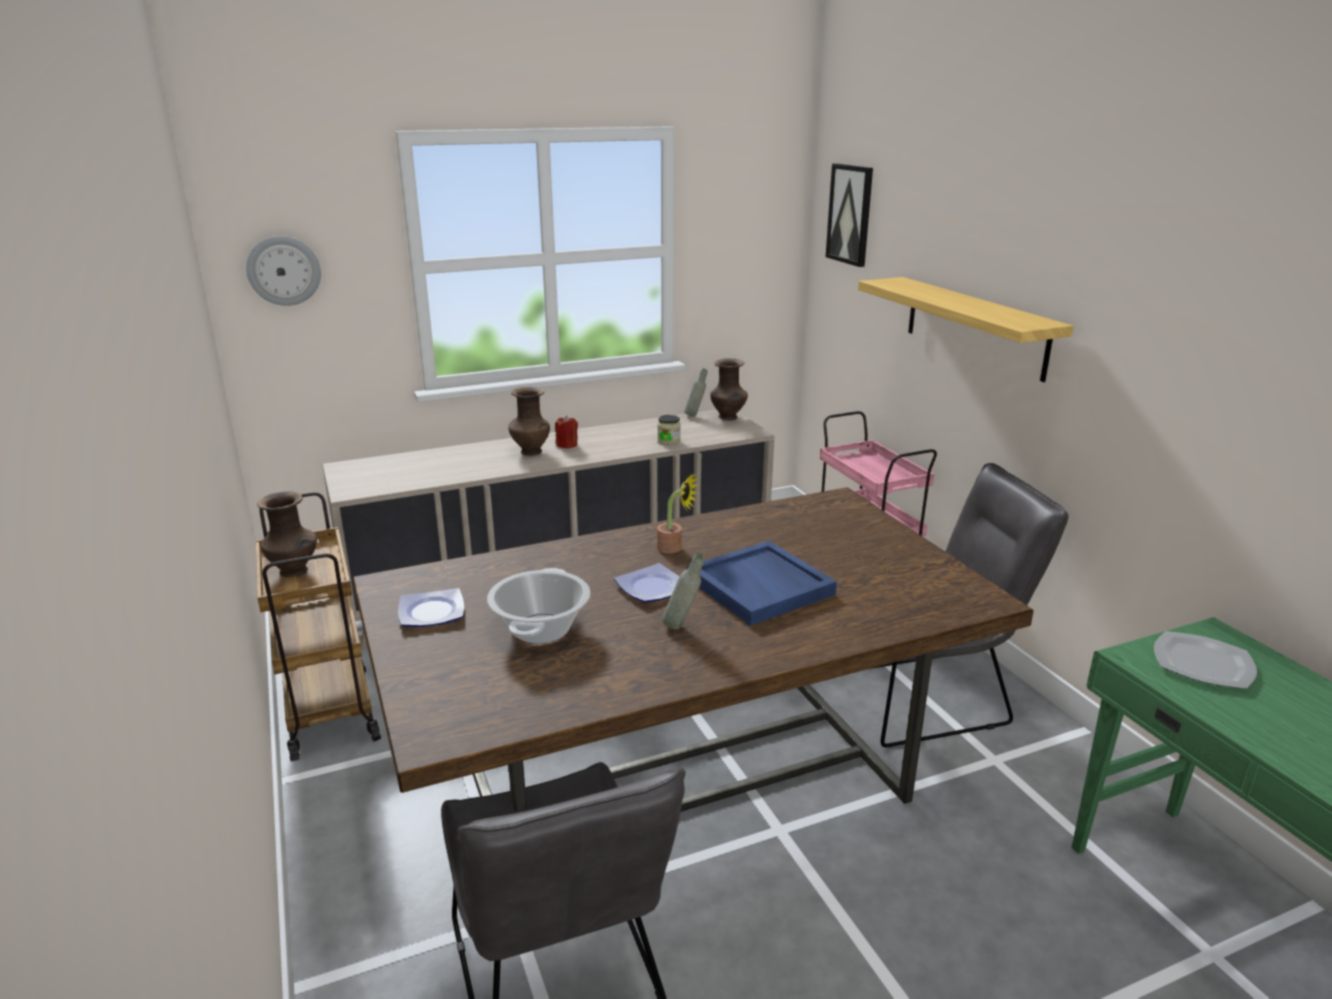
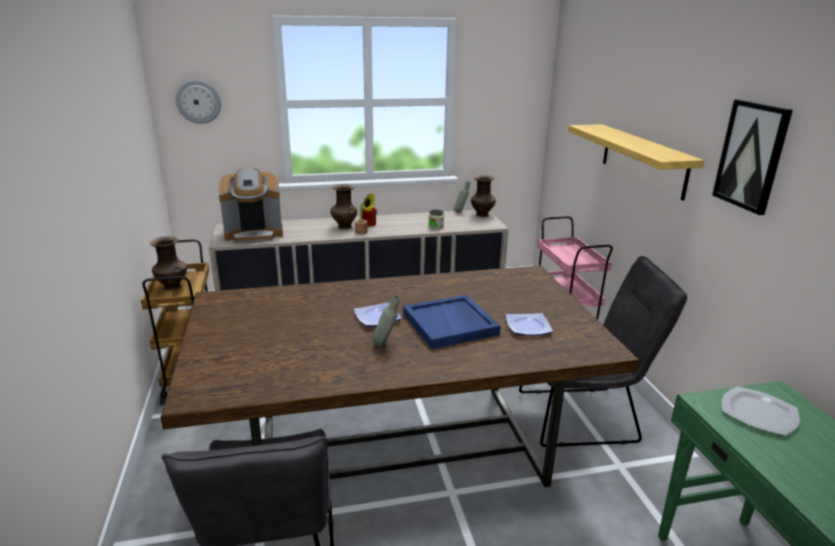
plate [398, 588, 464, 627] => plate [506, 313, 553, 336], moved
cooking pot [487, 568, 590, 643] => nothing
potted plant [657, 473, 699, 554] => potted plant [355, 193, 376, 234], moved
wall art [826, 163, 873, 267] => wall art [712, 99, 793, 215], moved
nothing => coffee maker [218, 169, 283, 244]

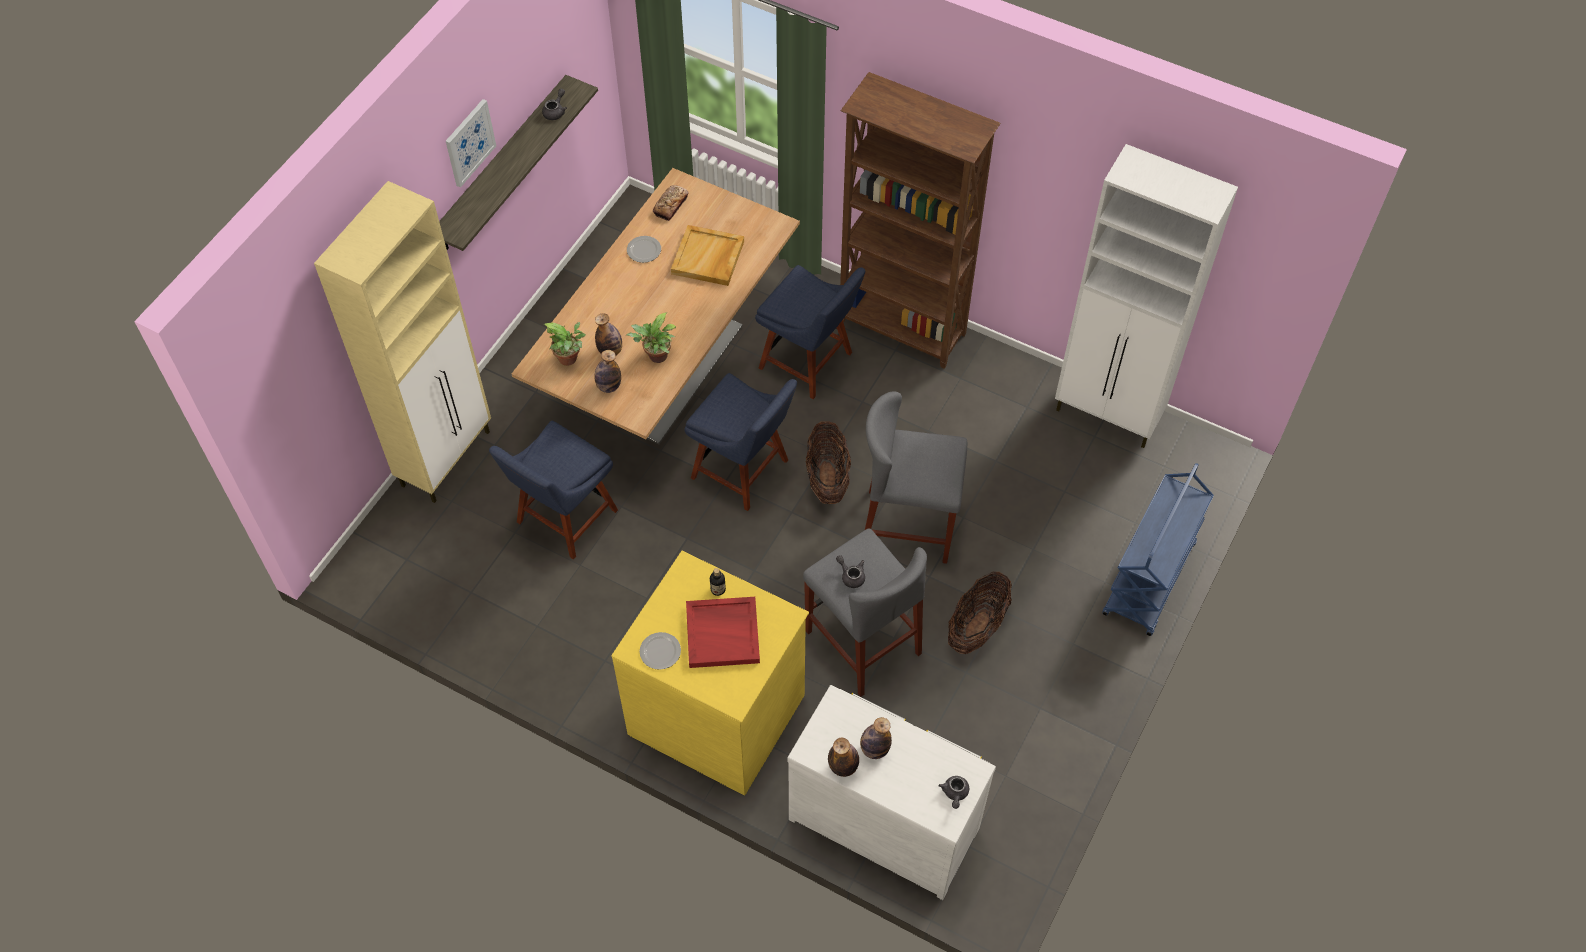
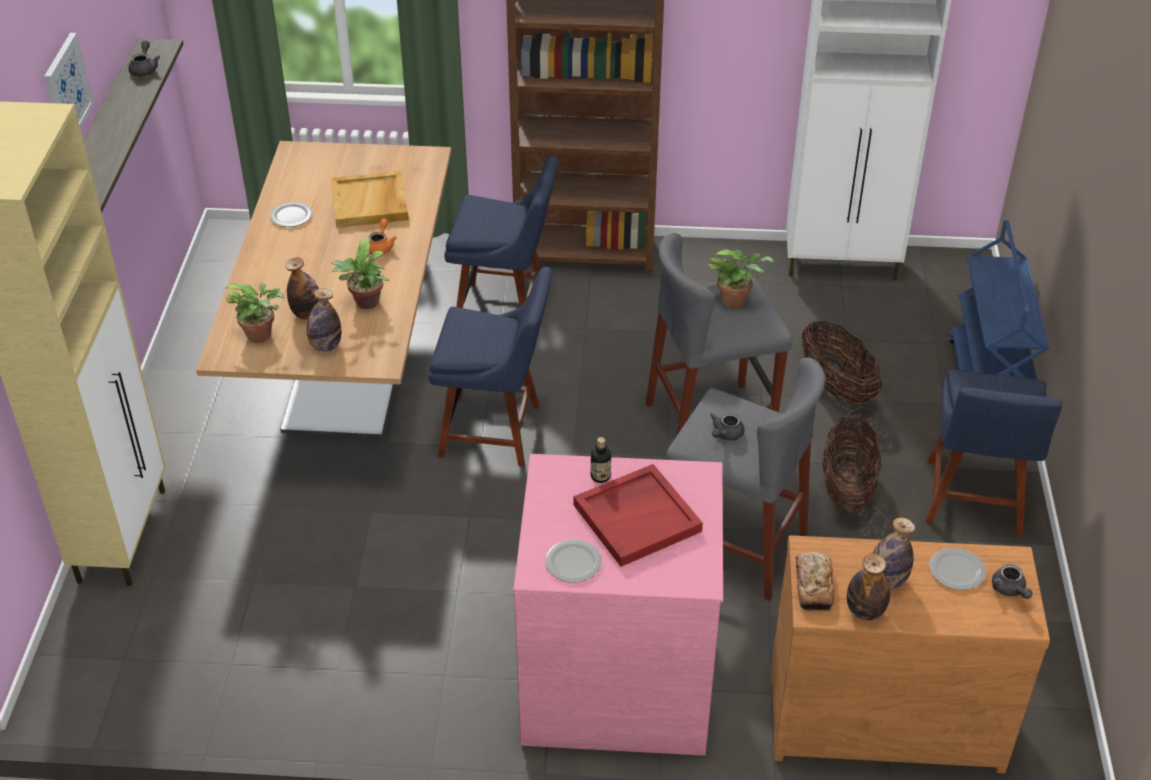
blue-coloured upright chair [489, 421, 618, 560] => blue-coloured upright chair [926, 370, 1063, 537], moved
yellow-coloured chest of drawers [611, 551, 809, 796] => pink-coloured chest of drawers [513, 454, 723, 756]
bakery bread [653, 185, 689, 221] => bakery bread [796, 552, 834, 611], moved
whitish chest of drawers [788, 685, 996, 900] => brown chest of drawers [771, 535, 1050, 773]
storage basket [806, 421, 851, 504] => storage basket [802, 320, 882, 405], moved
gray teapot [836, 555, 865, 588] => gray teapot [710, 413, 745, 441], 75 degrees counterclockwise
nothing => orange-coloured teapot [369, 219, 397, 254]
nothing => potted plant [708, 249, 774, 308]
nothing => plate [929, 548, 986, 590]

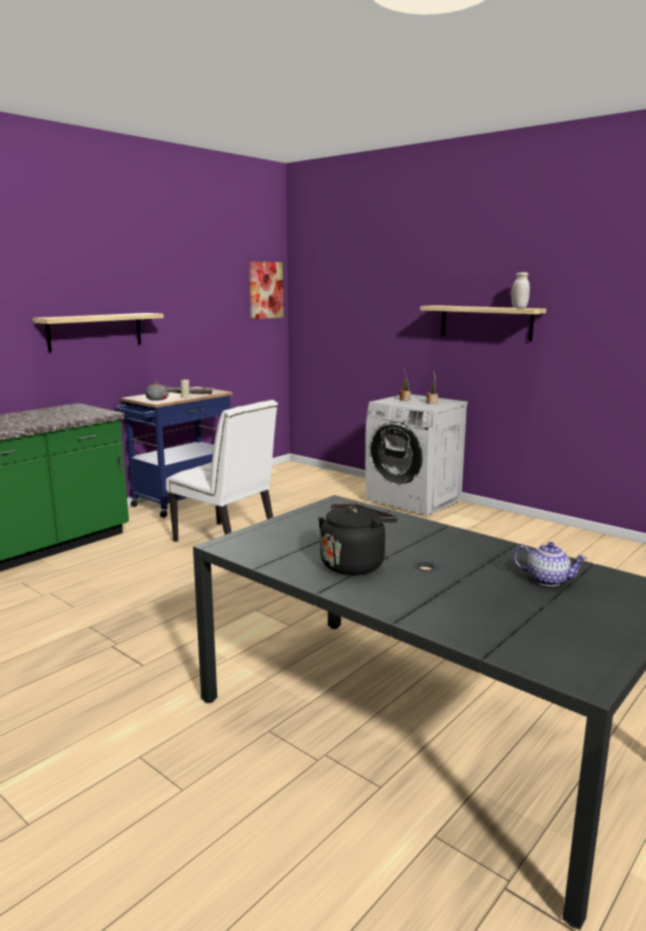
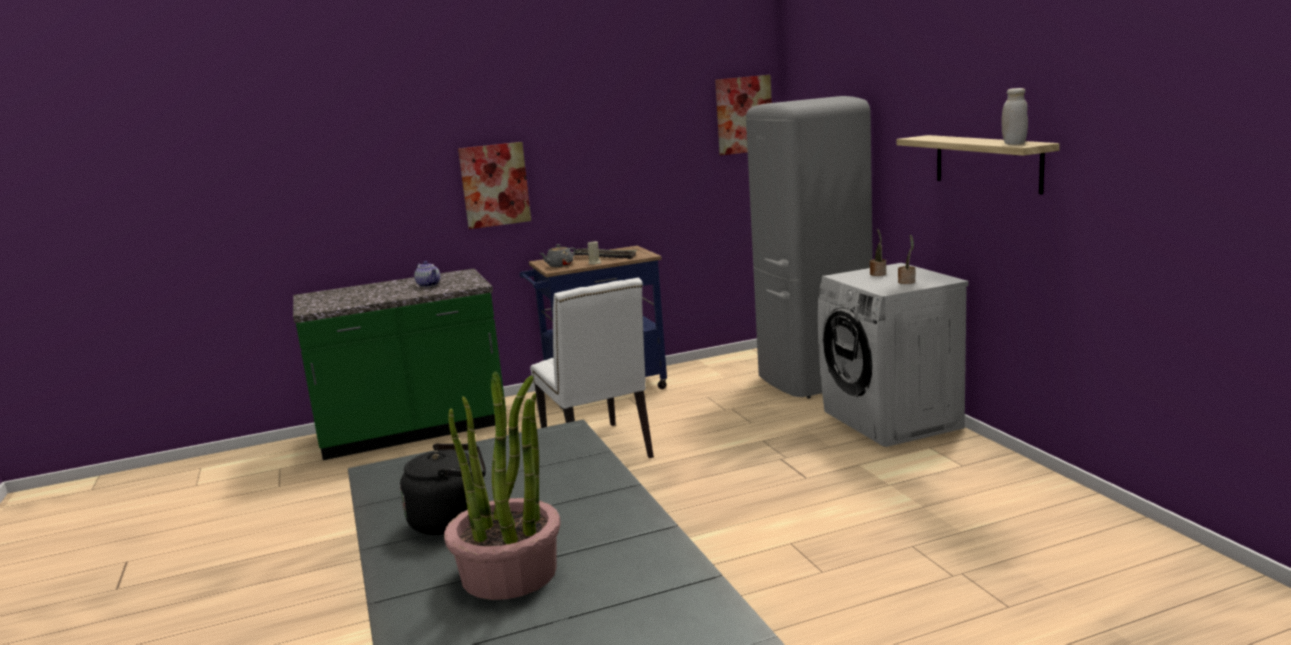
wall shelf [33, 313, 164, 352] => wall art [458, 142, 531, 229]
teapot [513, 542, 588, 586] => teapot [414, 261, 440, 287], moved
nothing => potted plant [444, 371, 560, 600]
nothing => gray fridge [746, 96, 873, 399]

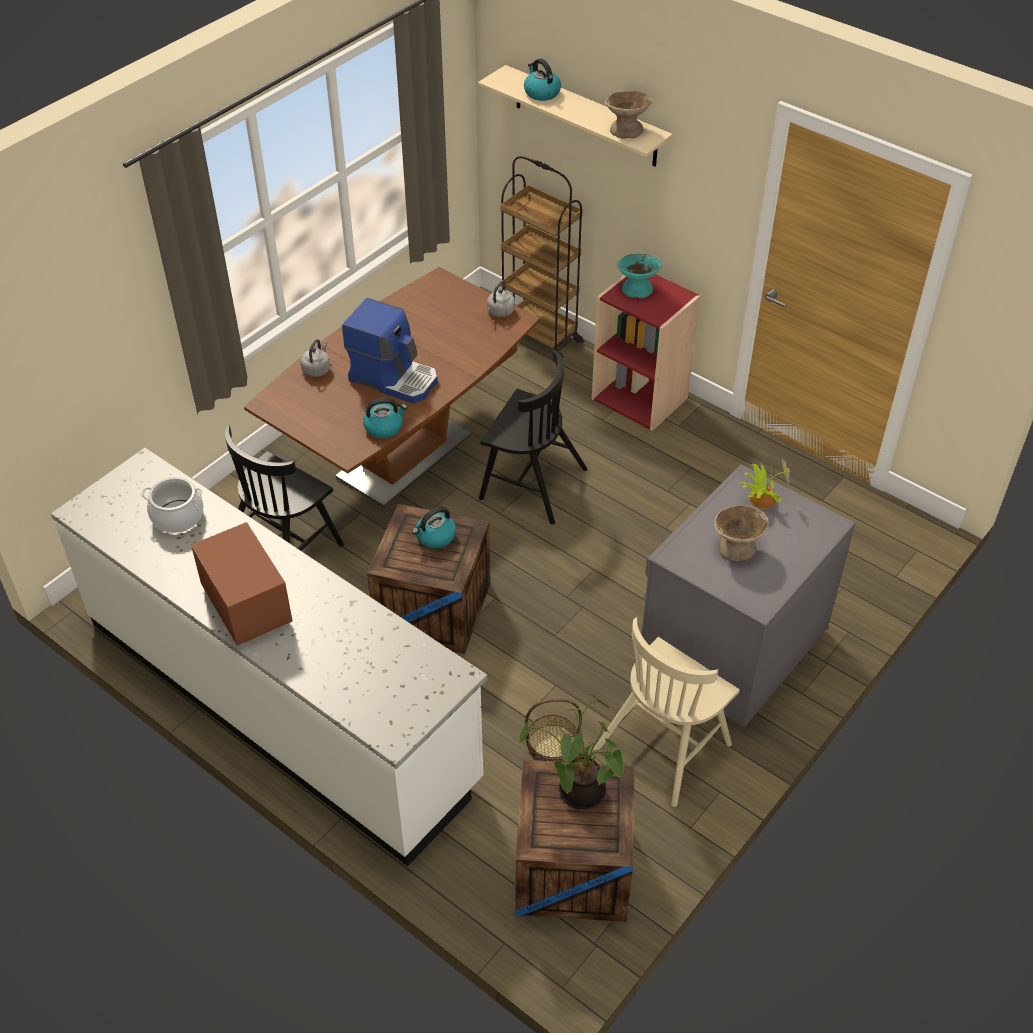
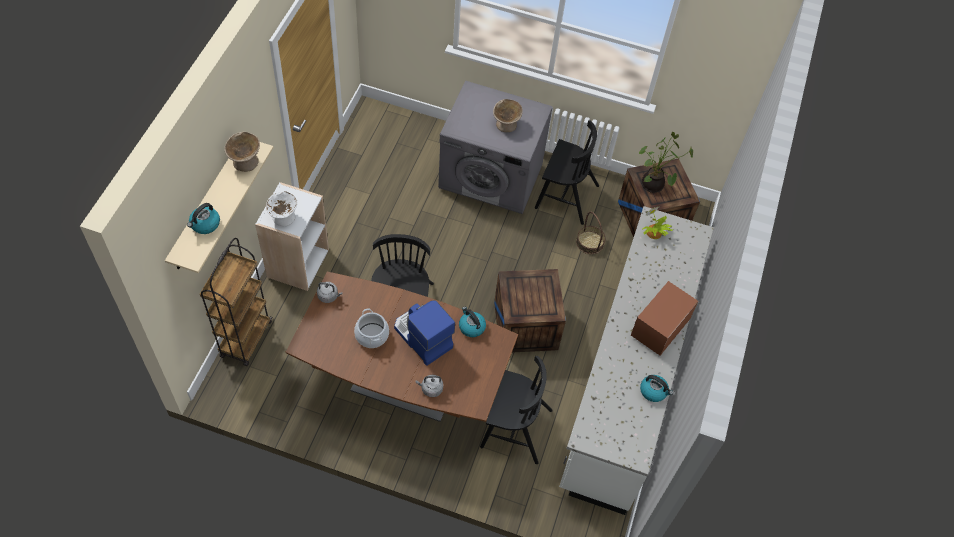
cooking pot [141, 477, 203, 533] => cooking pot [354, 308, 389, 348], moved
coffee maker [342, 298, 438, 403] => coffee maker [394, 300, 455, 366], 45 degrees counterclockwise
tea kettle [412, 507, 456, 549] => tea kettle [640, 375, 673, 402], moved
reddish shelving unit [592, 274, 701, 431] => whitish shelving unit [255, 182, 329, 291]
sand-coloured upright chair [594, 617, 740, 807] => black upright chair [535, 120, 599, 225]
turquoise serving bowl [617, 254, 662, 298] => whitish serving bowl [266, 191, 298, 226]
potted plant [740, 458, 790, 509] => potted plant [642, 206, 673, 239], moved

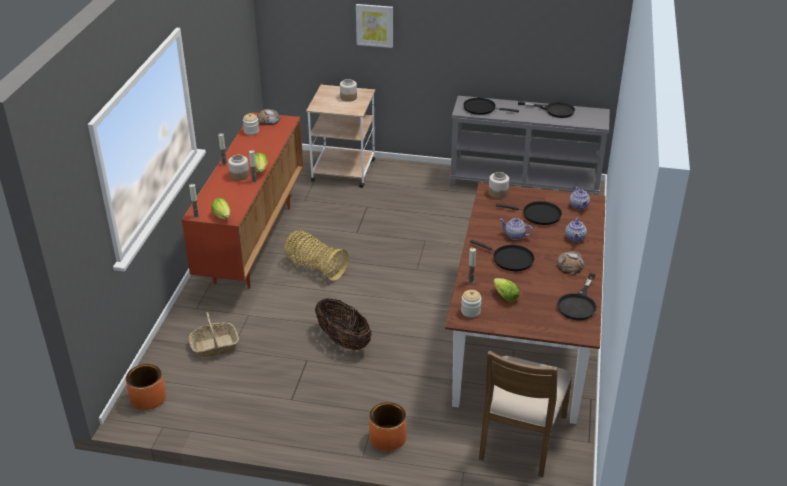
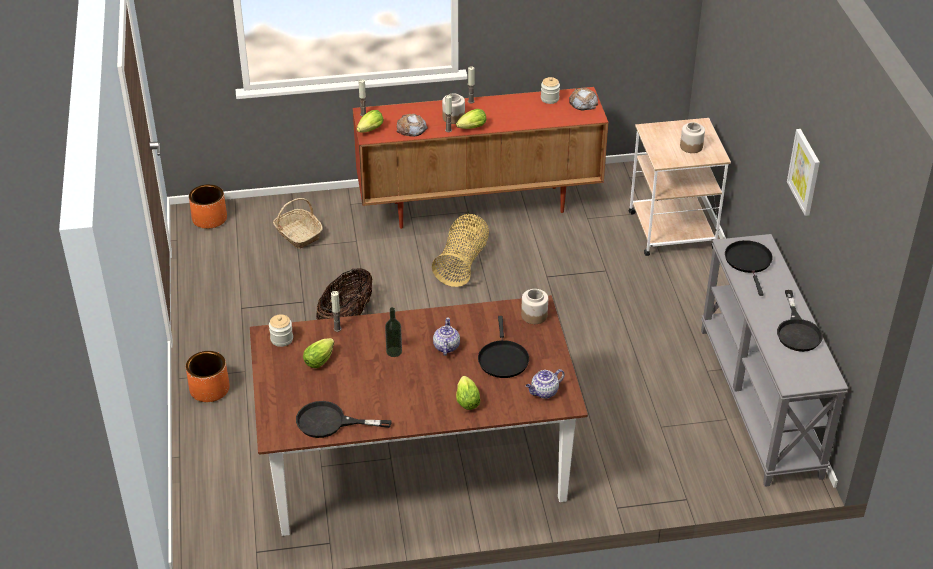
wall art [356, 4, 393, 48] => wall art [787, 129, 820, 216], moved
black frying pan [470, 240, 534, 271] => drink bottle [385, 307, 402, 357]
brown upright chair [479, 351, 573, 477] => nothing
bakery bread [555, 251, 584, 275] => bakery bread [396, 114, 428, 137], moved
teapot [565, 217, 587, 242] => lettuce head [456, 376, 480, 410]

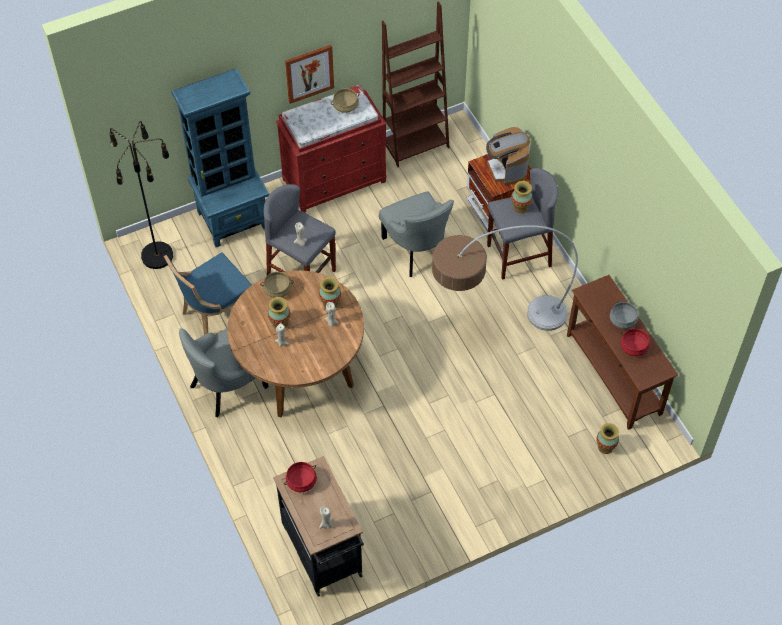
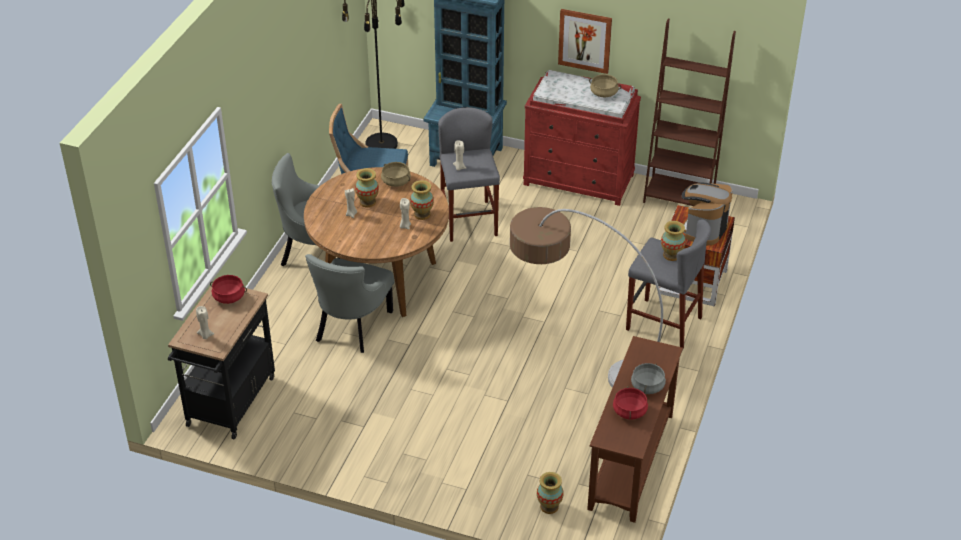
gray upright chair [379, 191, 454, 277] => gray upright chair [305, 254, 395, 353], moved

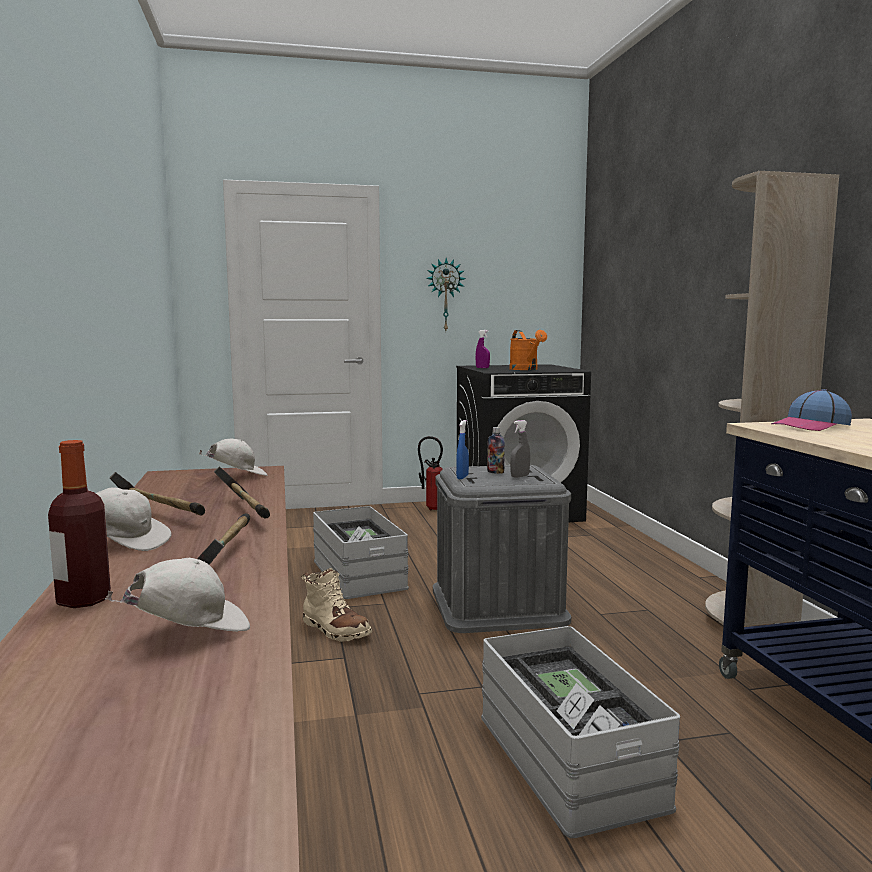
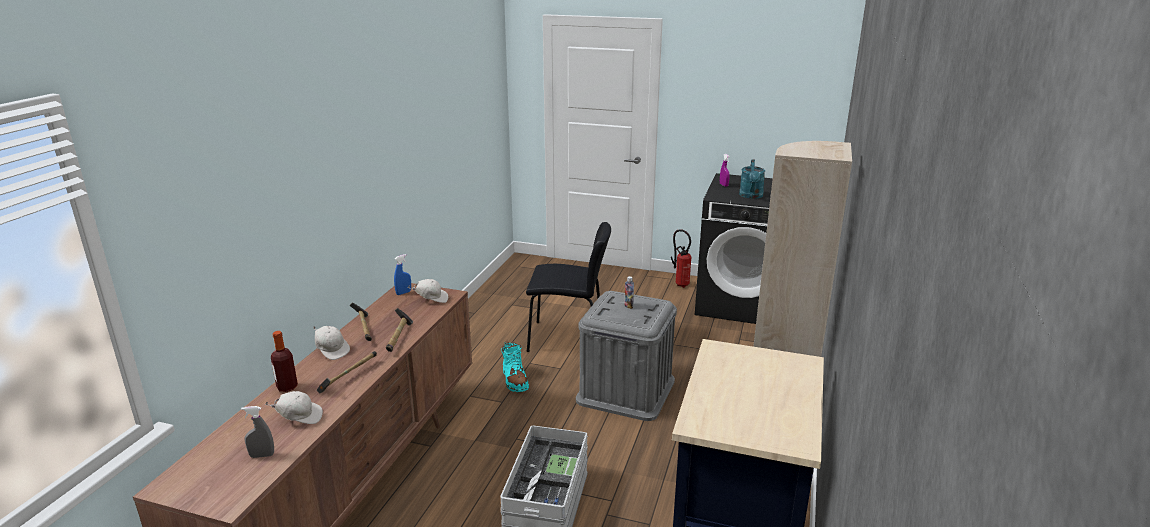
sand-coloured high-top boot [301, 568, 372, 642] => turquoise high-top boot [501, 341, 529, 392]
gray storage container [313, 506, 409, 599] => black upright chair [526, 222, 611, 352]
wall clock [426, 258, 466, 331] => nothing
blue-coloured spray bottle [456, 420, 469, 479] => blue-coloured spray bottle [394, 254, 411, 295], moved
orange-coloured sprinkling can [509, 330, 547, 370] => turquoise sprinkling can [739, 159, 765, 199]
gray spray bottle [510, 420, 530, 478] => gray spray bottle [241, 406, 274, 458], moved
cap [771, 389, 852, 431] => nothing

